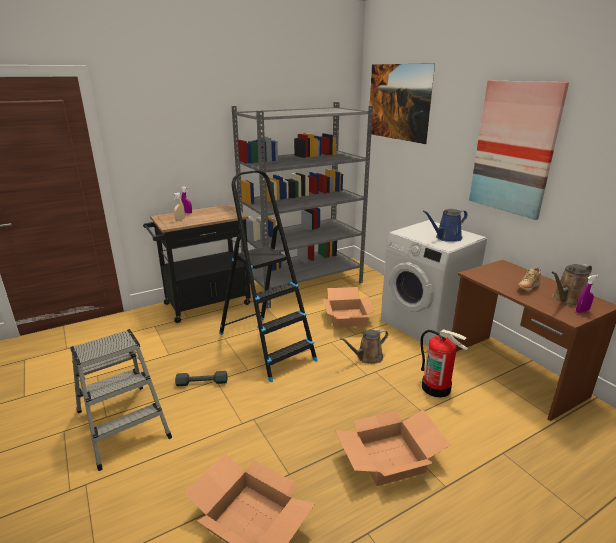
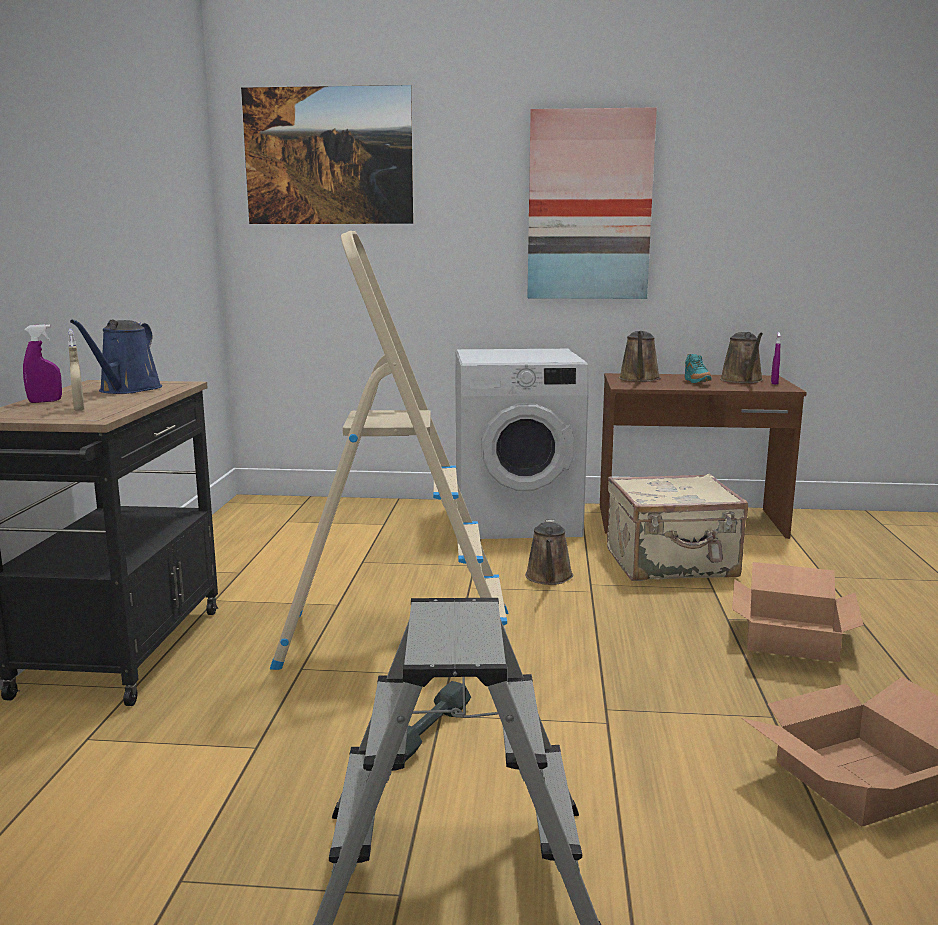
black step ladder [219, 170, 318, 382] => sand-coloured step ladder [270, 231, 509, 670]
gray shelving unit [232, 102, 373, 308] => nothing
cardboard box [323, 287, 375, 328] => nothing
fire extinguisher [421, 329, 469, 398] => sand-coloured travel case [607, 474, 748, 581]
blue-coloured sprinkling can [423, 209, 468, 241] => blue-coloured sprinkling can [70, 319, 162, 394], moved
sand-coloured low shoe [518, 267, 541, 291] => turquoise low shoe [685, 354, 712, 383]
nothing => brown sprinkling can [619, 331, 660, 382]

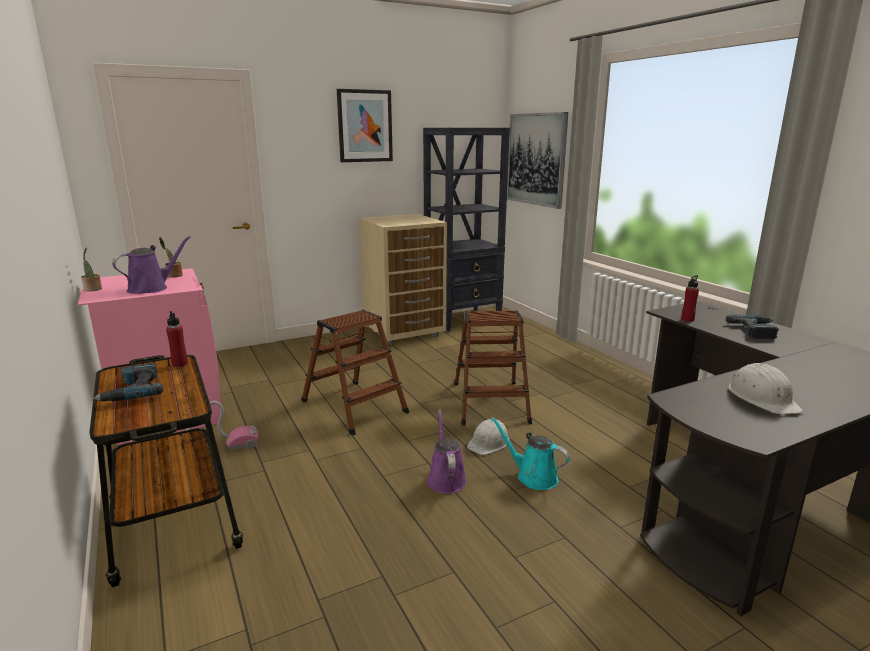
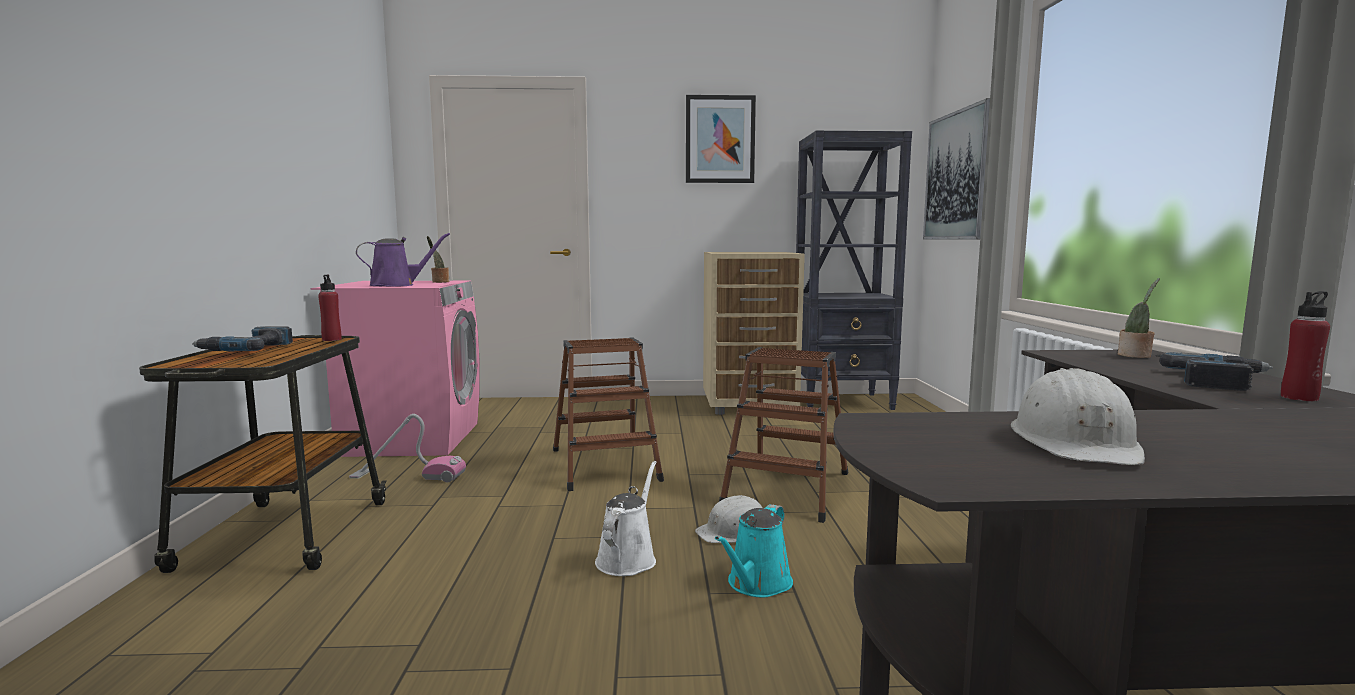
potted plant [81, 248, 102, 291] => potted plant [1118, 278, 1160, 358], moved
purplish sprinkling can [427, 409, 467, 494] => whitish sprinkling can [595, 461, 657, 576]
turquoise sprinkling can [491, 417, 570, 490] => turquoise sprinkling can [715, 504, 793, 597], 120 degrees counterclockwise
reddish drink bottle [681, 275, 699, 322] => reddish drink bottle [1281, 291, 1330, 401], moved

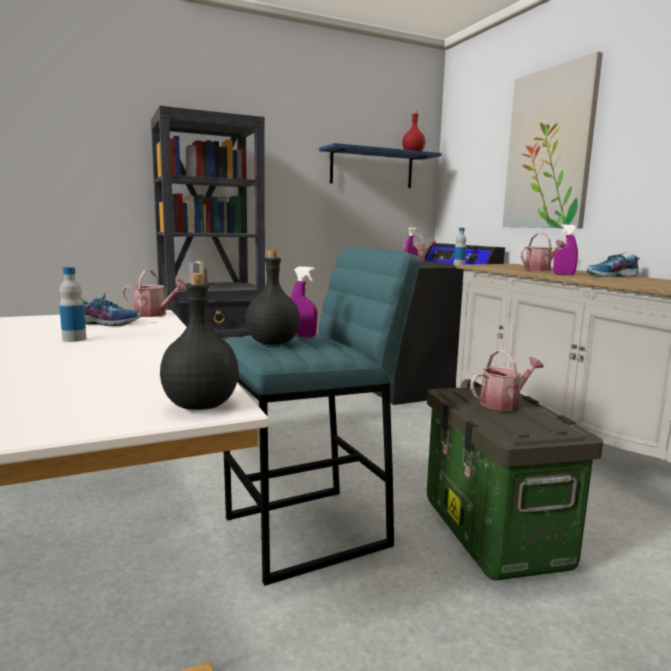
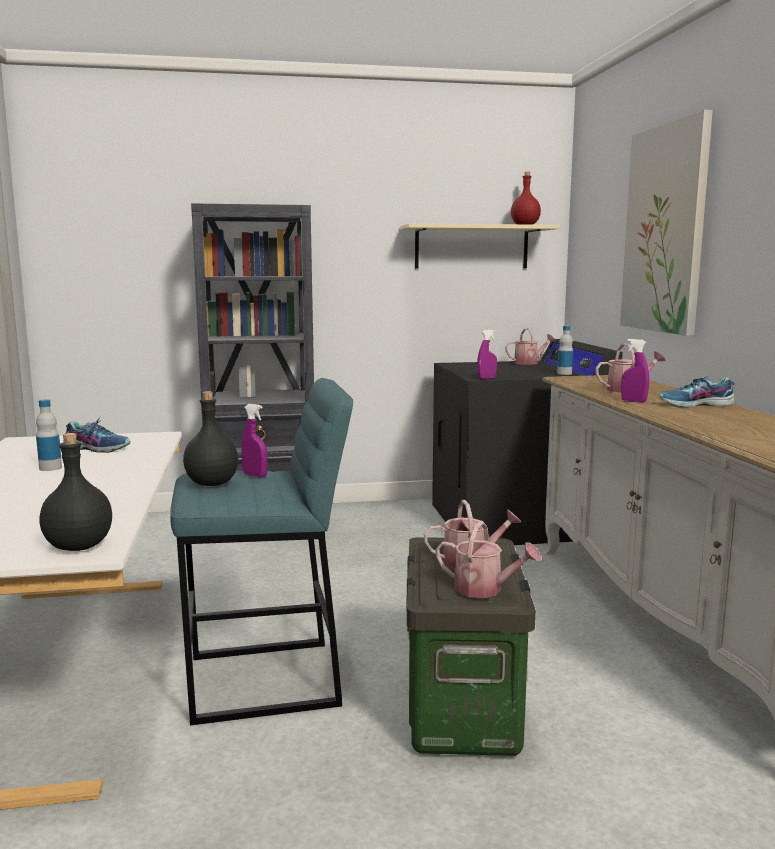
sprinkling can [122, 269, 187, 317] => sprinkling can [436, 521, 541, 598], moved
blue-coloured wall shelf [319, 143, 442, 188] => sand-coloured wall shelf [400, 223, 559, 268]

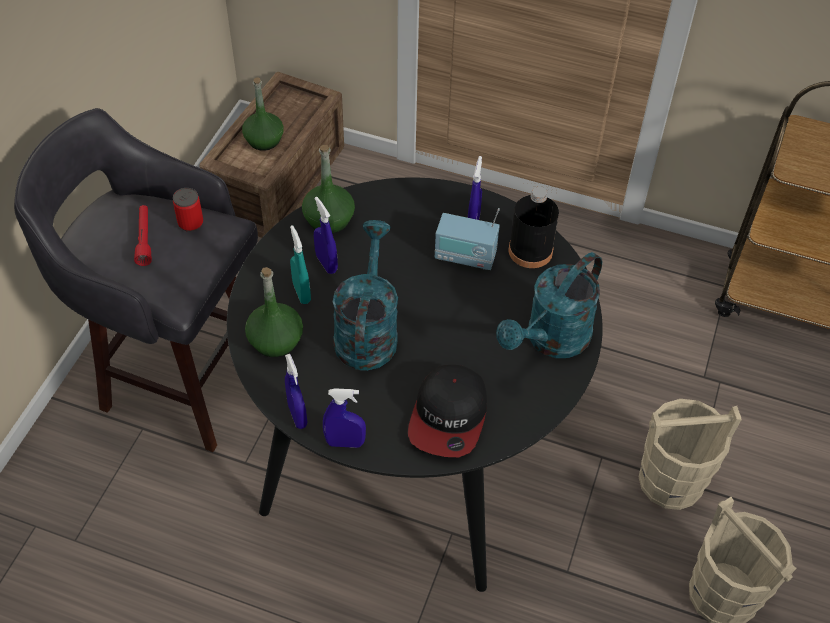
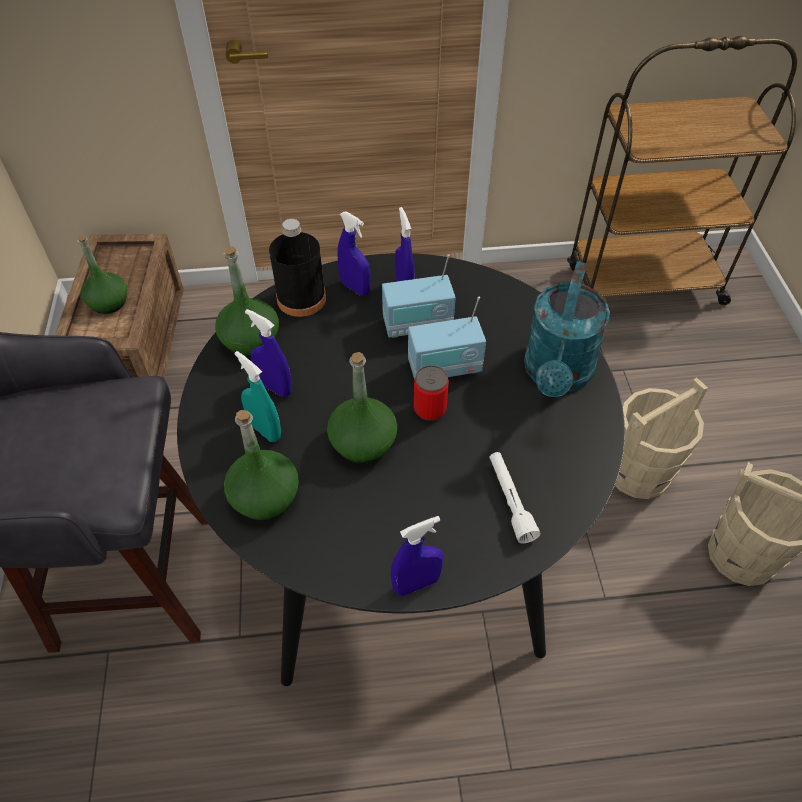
reddish torch [134, 205, 152, 266] => nothing
can [173, 188, 203, 232] => can [414, 365, 449, 421], moved
blue-coloured spray bottle [285, 354, 307, 429] => blue-coloured spray bottle [337, 211, 371, 296], moved
turquoise sprinkling can [333, 220, 398, 371] => greenish drink bottle [327, 352, 397, 464]
cap [408, 365, 487, 457] => whitish torch [490, 452, 540, 543]
black drink bottle [509, 187, 559, 268] => black drink bottle [269, 219, 326, 317], moved
nothing => radio receiver [408, 297, 486, 379]

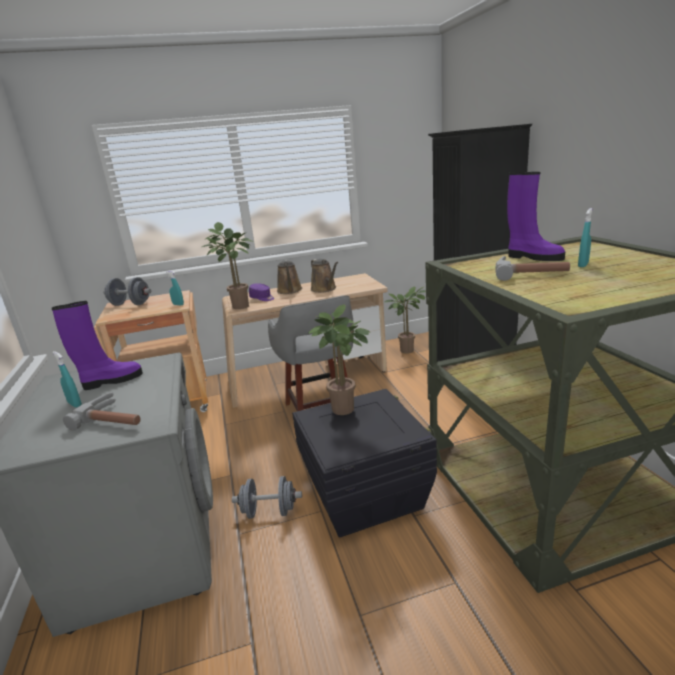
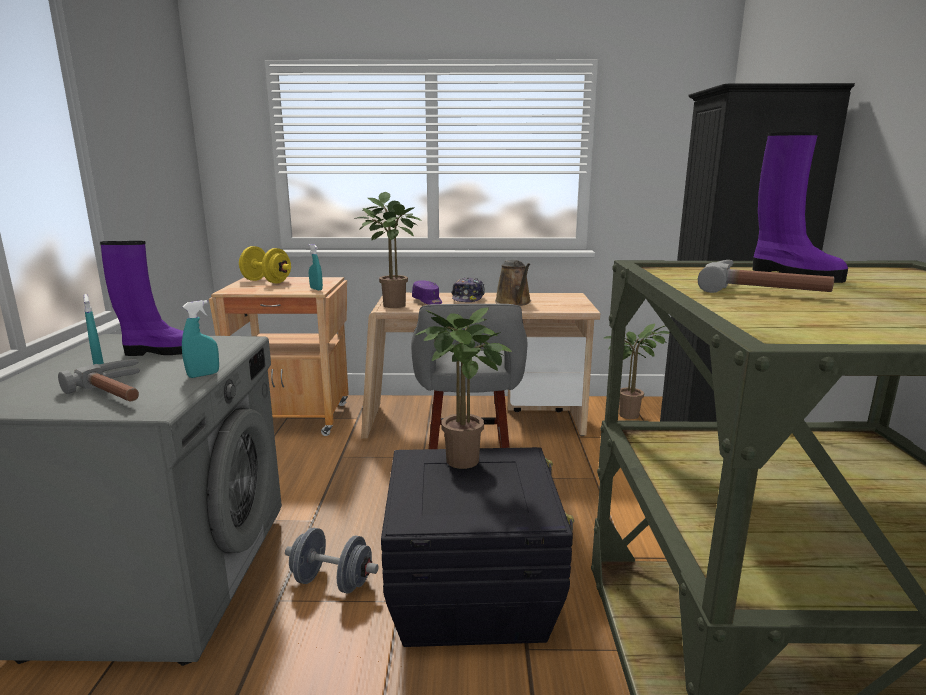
gray free weight [103, 277, 151, 306] => yellow-coloured free weight [239, 246, 291, 284]
brown sprinkling can [277, 260, 302, 294] => cap [452, 277, 485, 302]
turquoise spray bottle [578, 208, 592, 267] => turquoise spray bottle [182, 300, 219, 378], moved

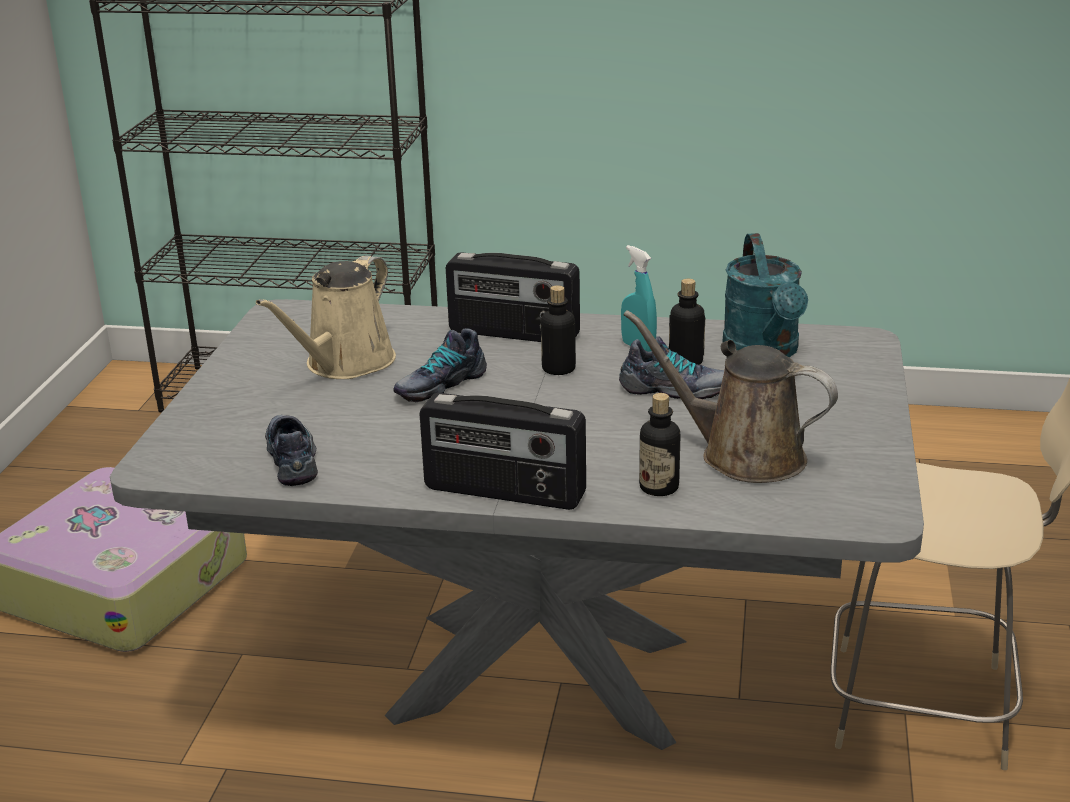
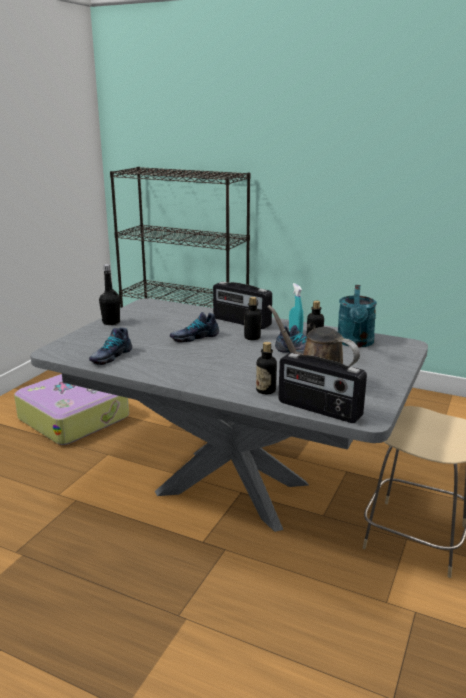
sand-coloured sprinkling can [256, 256, 396, 379] => nothing
low shoe [265, 415, 318, 486] => low shoe [89, 327, 132, 365], 150 degrees counterclockwise
radio receiver [420, 393, 586, 510] => radio receiver [278, 353, 367, 423], moved
nothing => black drink bottle [99, 264, 120, 325]

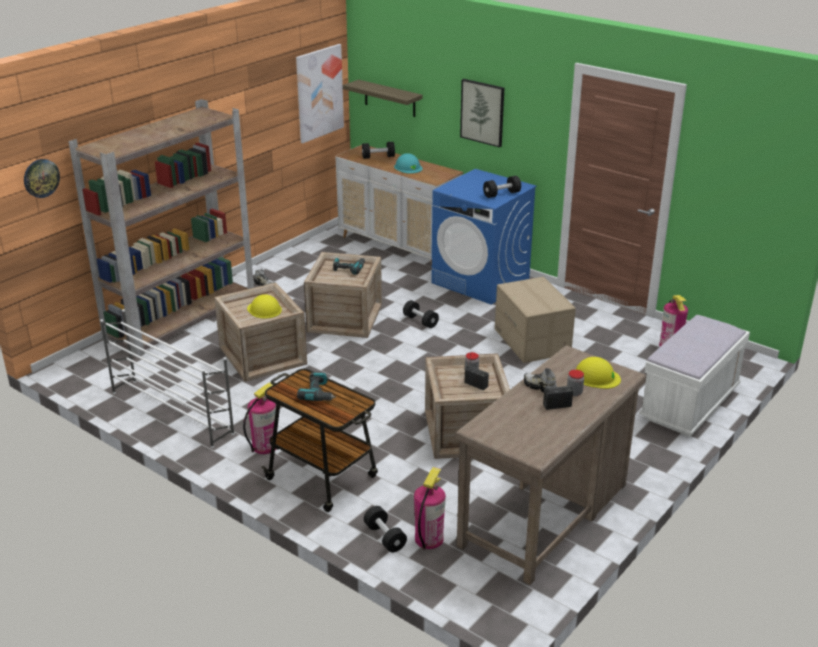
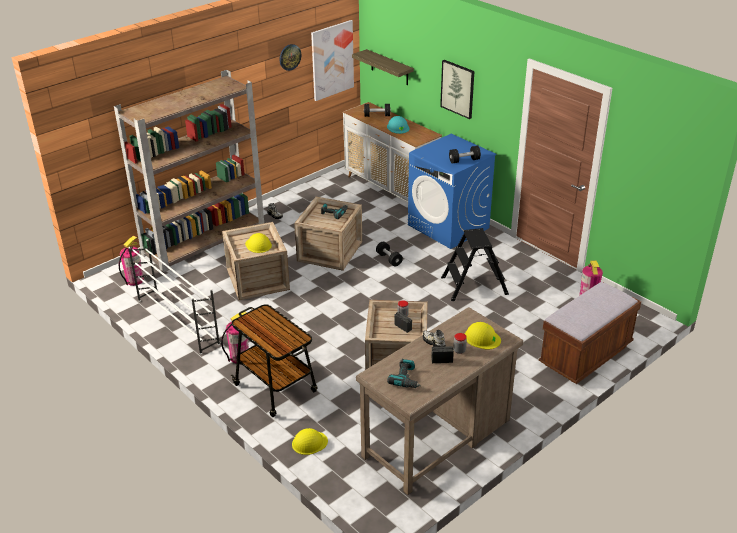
wall clock [24, 159, 60, 198] => wall clock [279, 44, 301, 71], moved
power drill [297, 372, 336, 401] => power drill [387, 359, 421, 388], moved
black free weight [364, 506, 407, 552] => yellow-coloured work helmet [292, 428, 328, 455]
fire extinguisher [414, 467, 446, 550] => fire extinguisher [119, 236, 144, 286], moved
cardboard box [495, 277, 576, 363] => black step ladder [441, 228, 509, 301]
whitish indoor bench [639, 315, 750, 437] => brown indoor bench [539, 282, 641, 384]

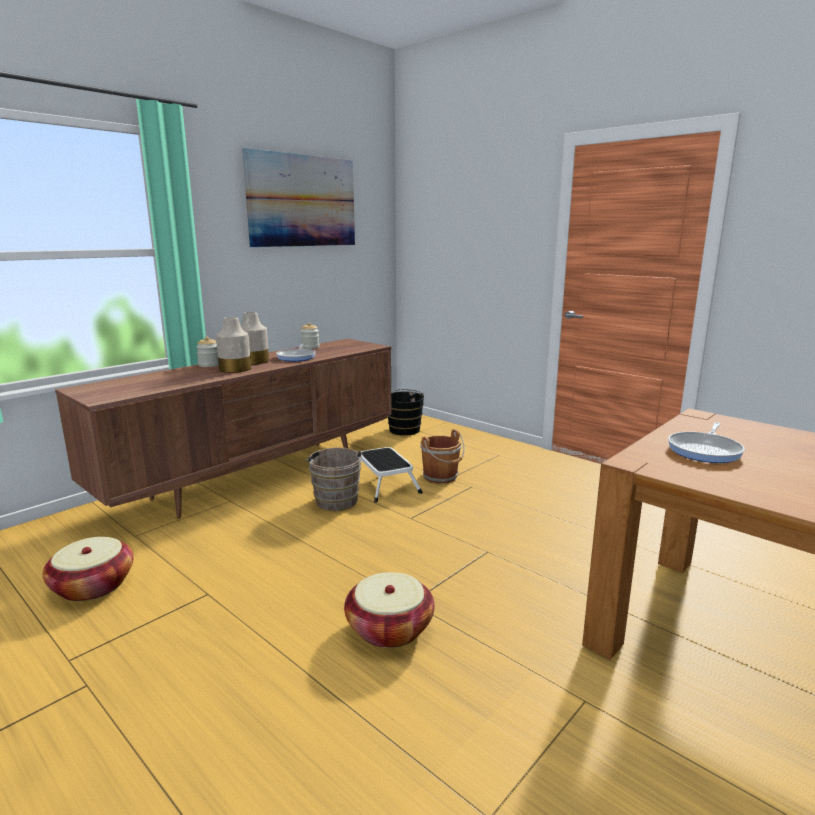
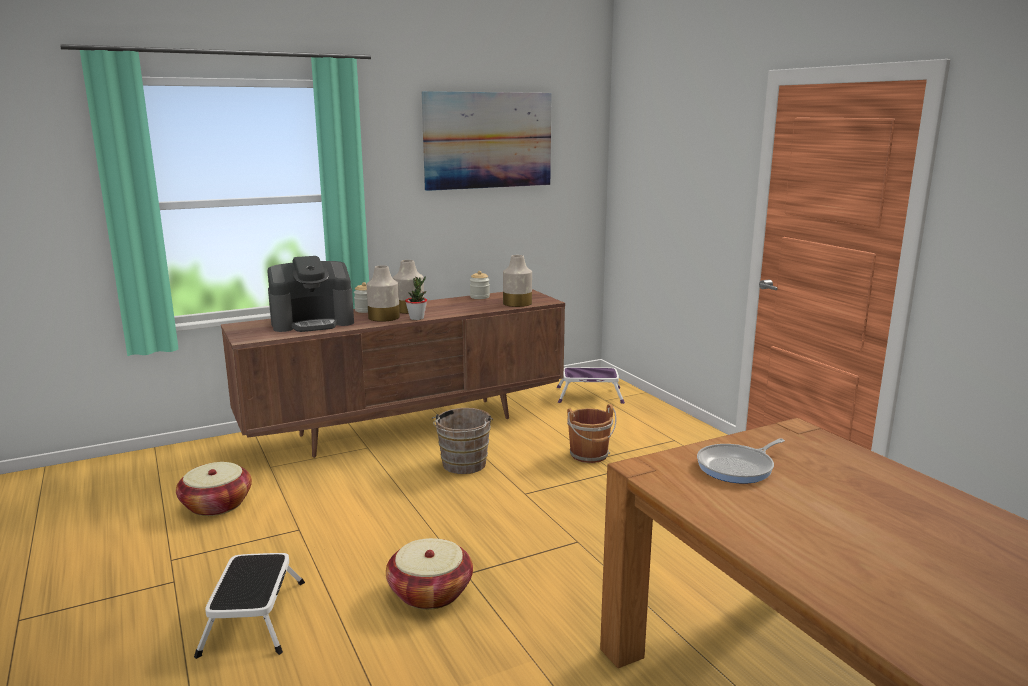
frying pan [276, 344, 316, 361] => nothing
black step ladder [361, 447, 423, 503] => black step ladder [194, 553, 305, 659], moved
black bucket [388, 389, 425, 435] => purplish step ladder [557, 367, 625, 404]
nothing => coffee maker [267, 256, 354, 332]
nothing => potted plant [405, 276, 427, 320]
nothing => sand-coloured vase [503, 255, 532, 307]

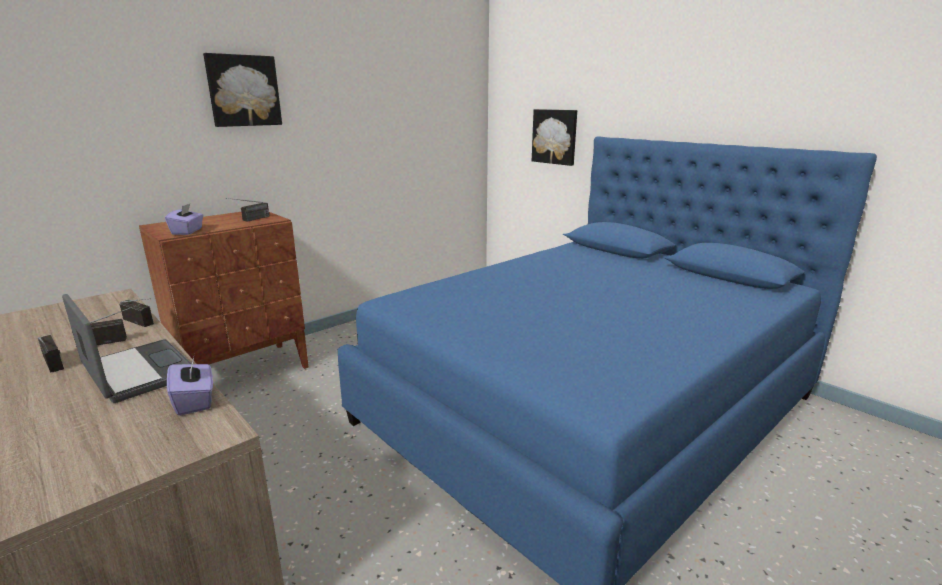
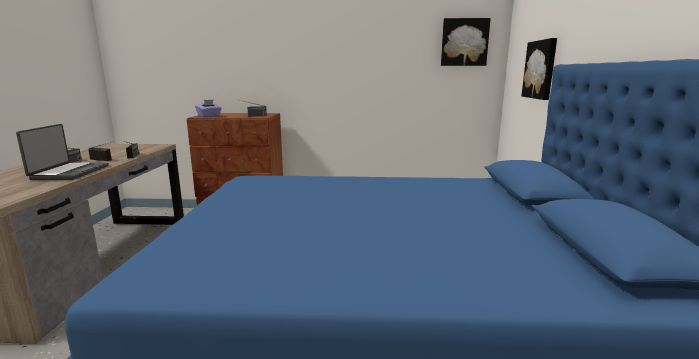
purplish box of tissues [167, 357, 213, 416] => nothing
wall art [203, 53, 282, 127] => wall art [441, 18, 491, 66], moved

